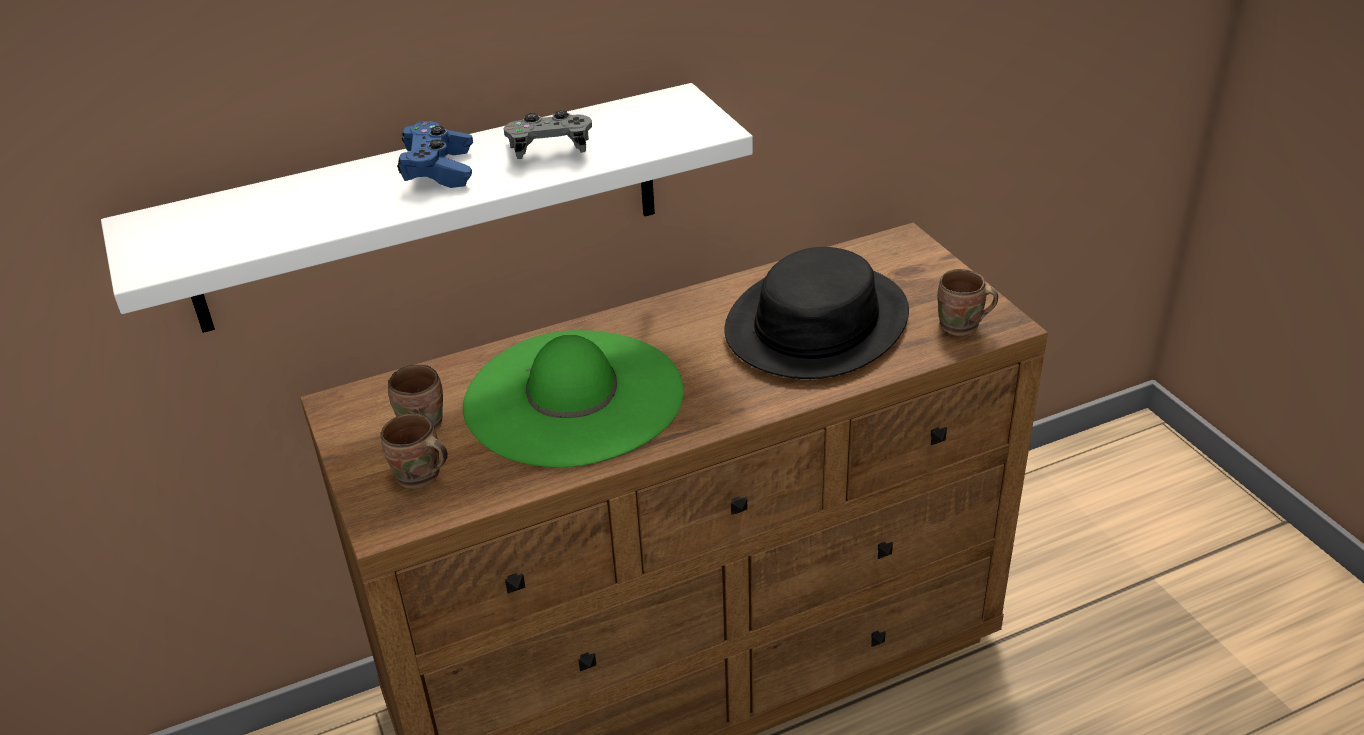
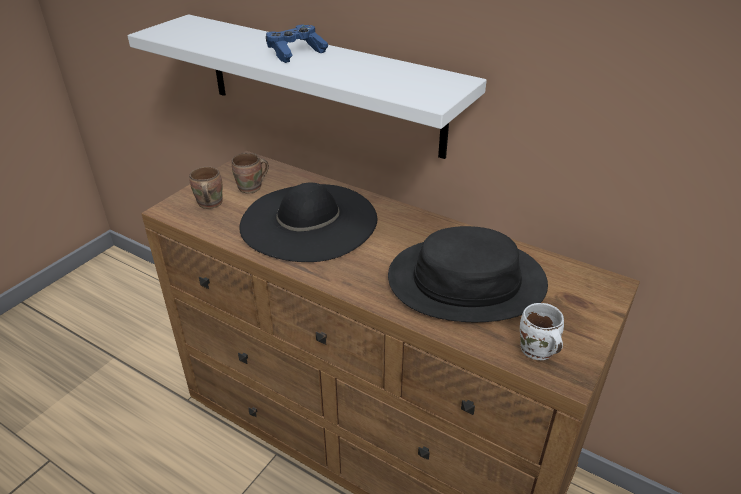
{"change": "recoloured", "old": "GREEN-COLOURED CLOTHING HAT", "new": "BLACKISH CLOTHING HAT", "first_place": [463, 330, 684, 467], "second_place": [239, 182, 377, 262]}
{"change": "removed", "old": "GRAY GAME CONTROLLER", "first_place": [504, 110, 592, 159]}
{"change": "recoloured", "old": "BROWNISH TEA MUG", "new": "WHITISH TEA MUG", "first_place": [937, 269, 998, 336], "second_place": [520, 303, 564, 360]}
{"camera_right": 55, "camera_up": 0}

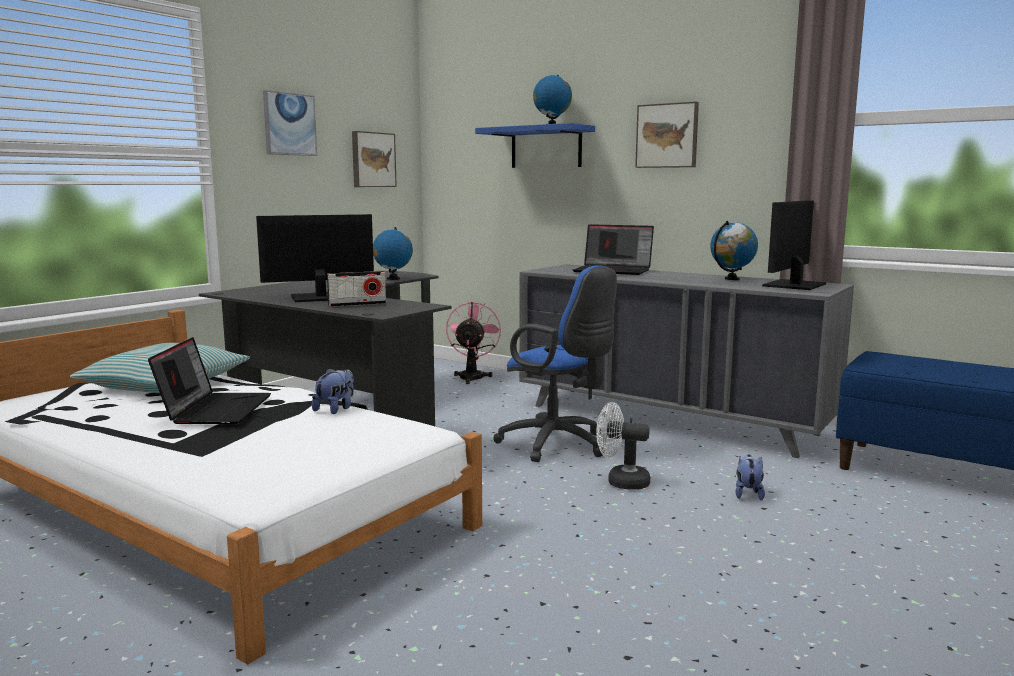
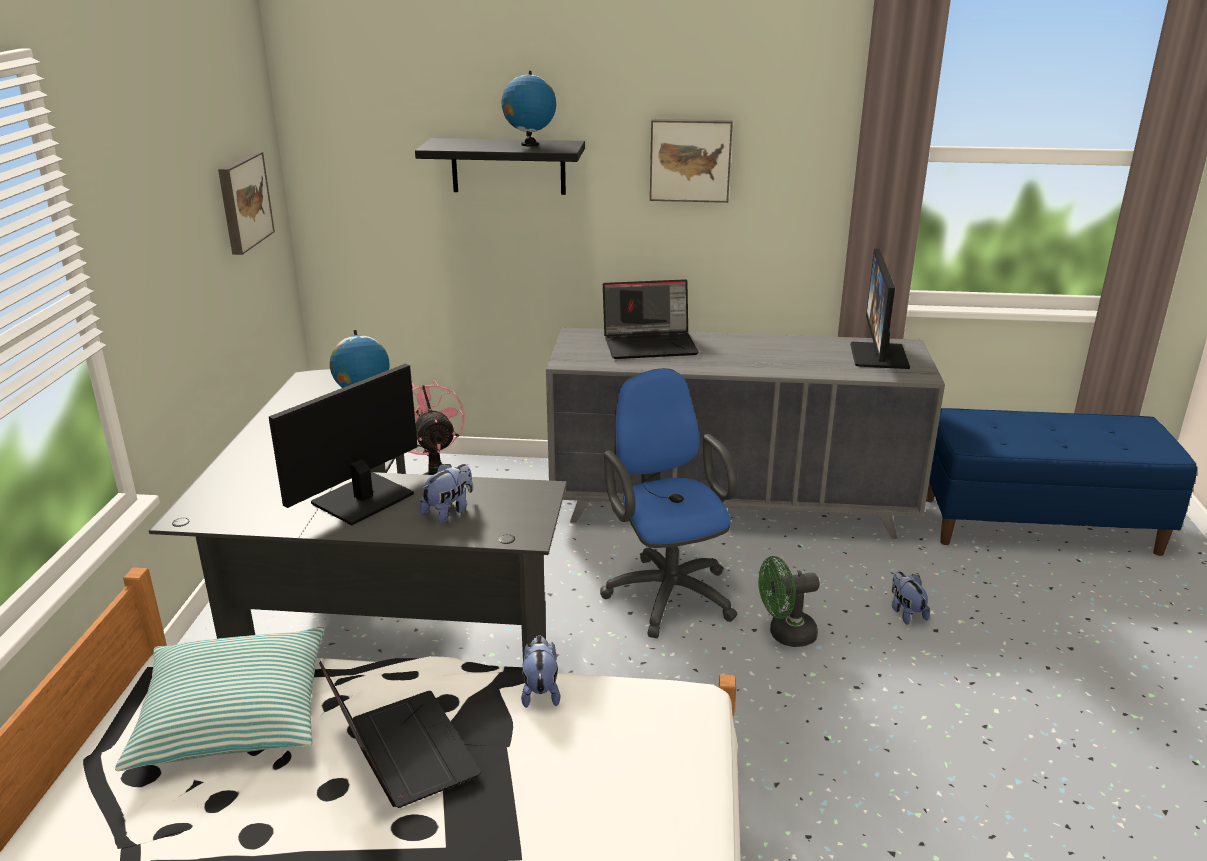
{"change": "removed", "old": "WALL ART", "first_place": [263, 90, 317, 156]}
{"change": "replaced", "old": "RADIO SET", "new": "PLUSH TOY", "first_place": [327, 271, 386, 307], "second_place": [420, 464, 473, 523]}
{"change": "recoloured", "old": "BLUISH SHELF", "new": "BLACKISH SHELF", "first_place": [475, 123, 595, 168], "second_place": [415, 138, 585, 195]}
{"change": "turned", "old": "BLUISH DESK CHAIR", "first_place": [493, 265, 617, 462], "second_place": [600, 368, 737, 638], "degrees": -120}
{"change": "recoloured", "old": "WHITISH COOLING FAN", "new": "GREEN-COLOURED COOLING FAN", "first_place": [596, 402, 650, 490], "second_place": [758, 556, 820, 647]}
{"change": "removed", "old": "DESK GLOBE", "first_place": [710, 221, 758, 280]}
{"camera_right": -30, "camera_up": 15}

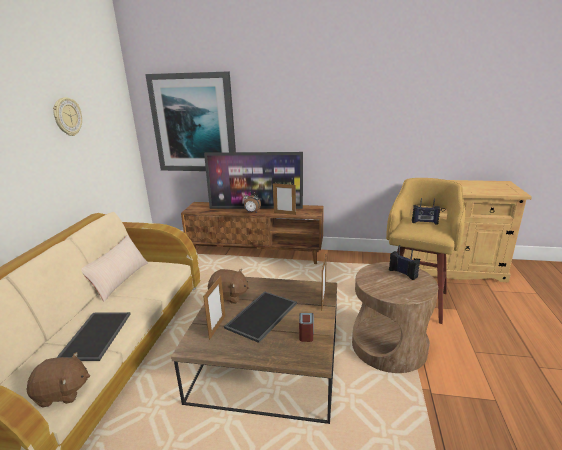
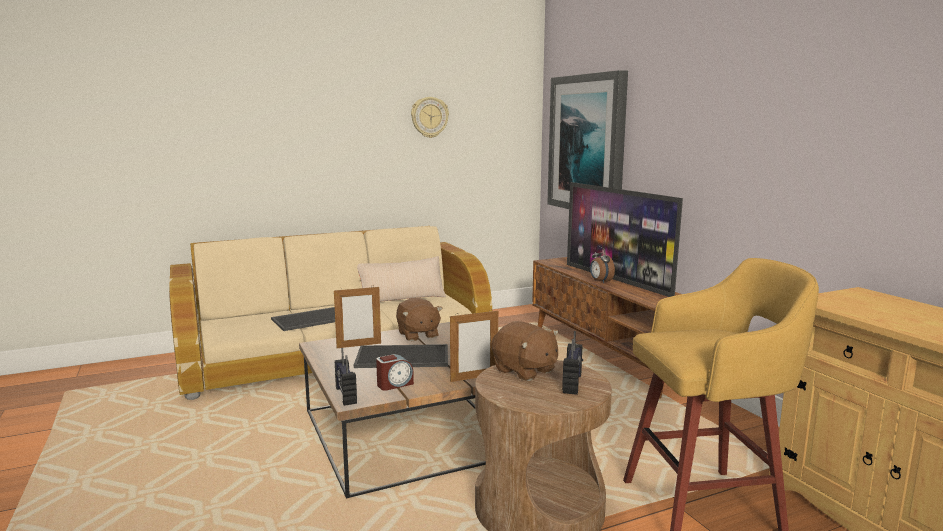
{"change": "moved", "old": "BROWNISH PLUSH TOY", "first_place": [27, 352, 90, 407], "second_place": [492, 321, 558, 381]}
{"change": "removed", "old": "PICTURE FRAME", "first_place": [273, 183, 296, 215]}
{"change": "moved", "old": "RADIO SET", "first_place": [412, 198, 441, 225], "second_place": [335, 348, 357, 406]}
{"camera_right": 55, "camera_up": -10}

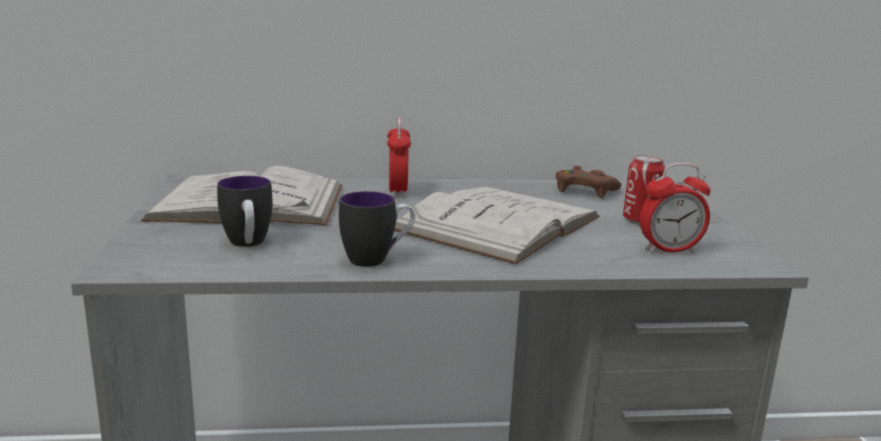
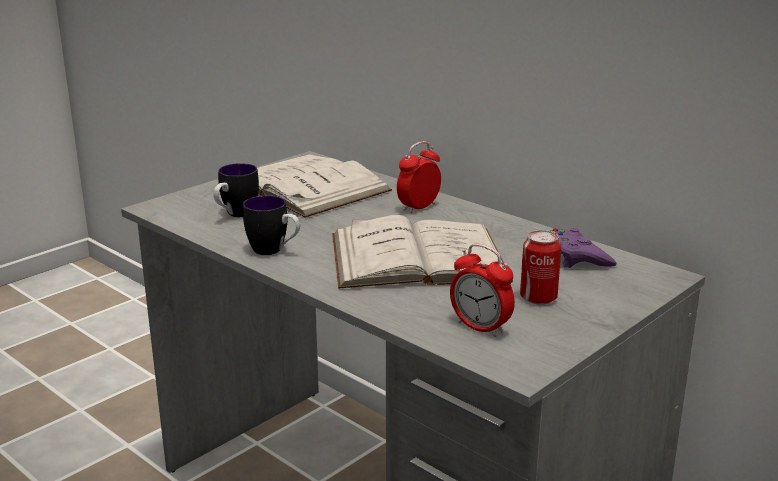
{"change": "recoloured", "old": "BROWNISH GAME CONTROLLER", "new": "PURPLE-COLOURED GAME CONTROLLER", "first_place": [556, 166, 622, 198], "second_place": [550, 228, 616, 268]}
{"camera_right": 50, "camera_up": 5}

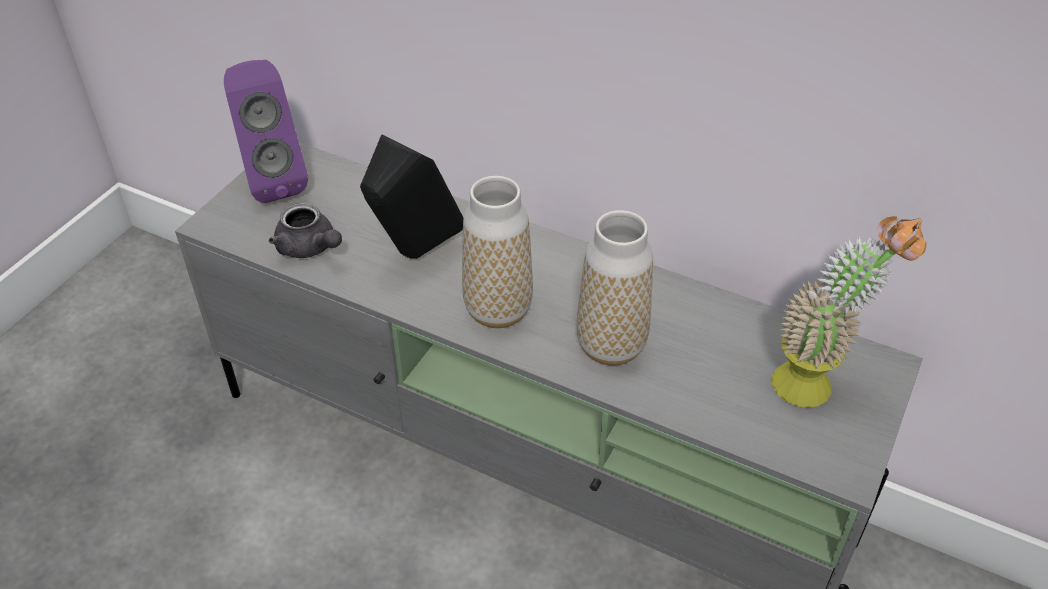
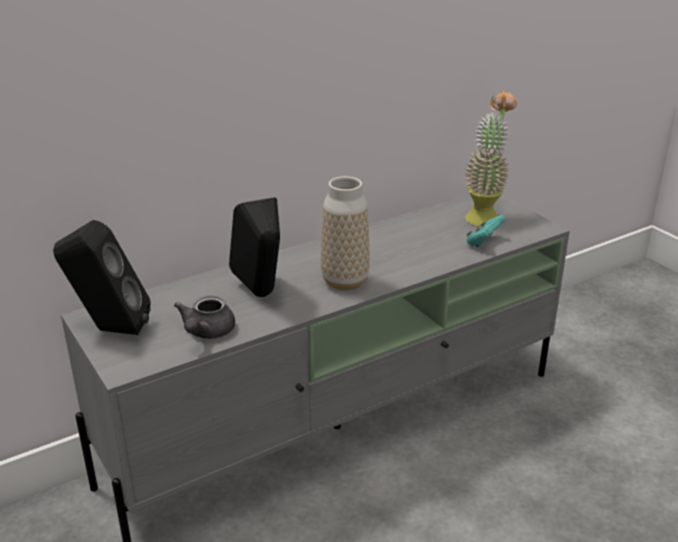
{"change": "recoloured", "old": "PURPLE-COLOURED SPEAKER", "new": "BLACKISH SPEAKER", "first_place": [224, 60, 308, 203], "second_place": [53, 220, 151, 335]}
{"change": "turned", "old": "GRAY TEAPOT", "first_place": [269, 203, 342, 258], "second_place": [174, 296, 235, 339], "degrees": 120}
{"change": "removed", "old": "VASE", "first_place": [577, 210, 653, 366]}
{"change": "added", "new": "BLUE-GREEN GAME CONTROLLER", "second_place": [467, 215, 506, 247]}
{"camera_right": -60, "camera_up": -15}

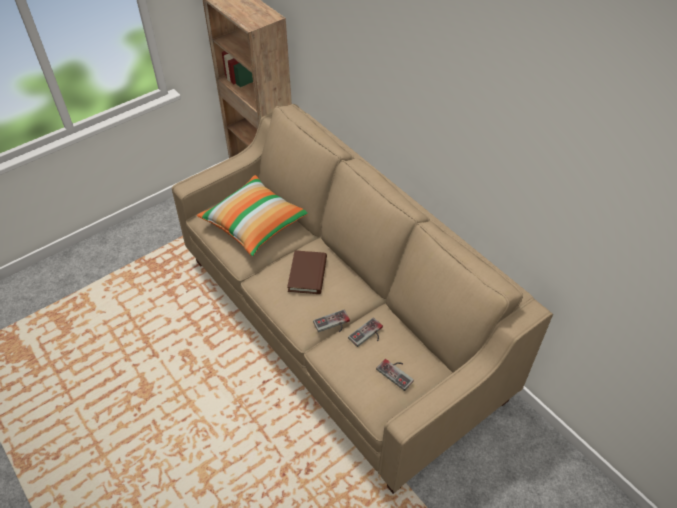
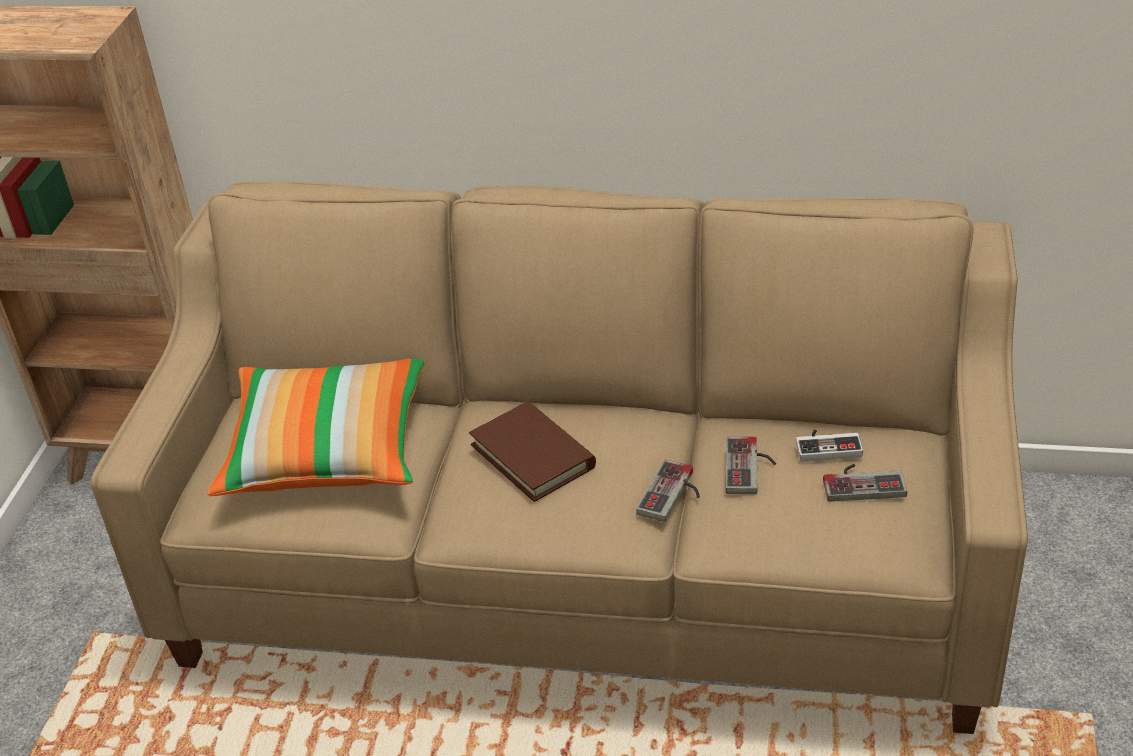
{"change": "added", "new": "GAME CONTROLLER", "second_place": [796, 429, 863, 462]}
{"camera_right": -40, "camera_up": -10}

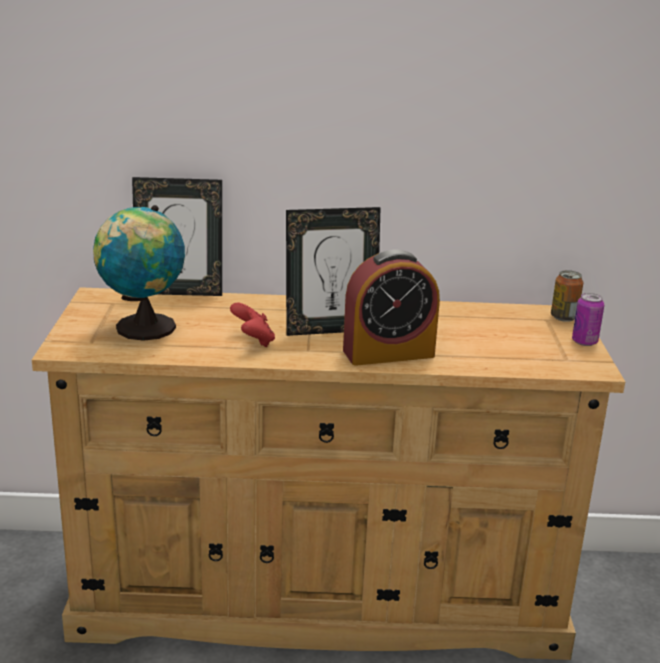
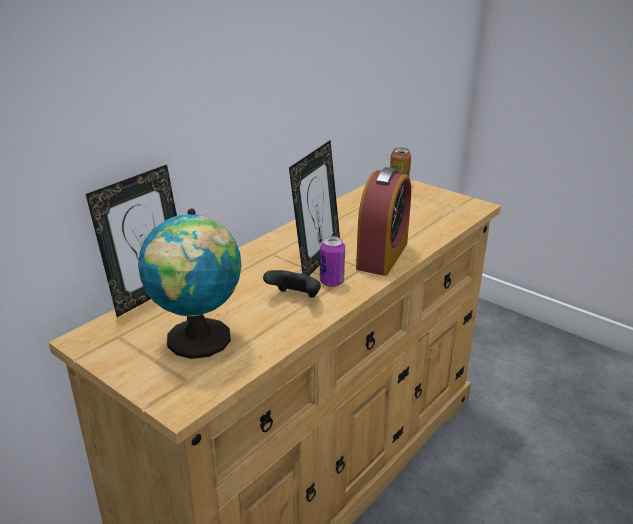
{"change": "recoloured", "old": "RED-COLOURED GAME CONTROLLER", "new": "BLACKISH GAME CONTROLLER", "first_place": [230, 303, 275, 347], "second_place": [263, 270, 321, 298]}
{"change": "moved", "old": "SEALED CAN", "first_place": [572, 293, 604, 346], "second_place": [320, 236, 345, 287]}
{"camera_right": -50, "camera_up": 5}

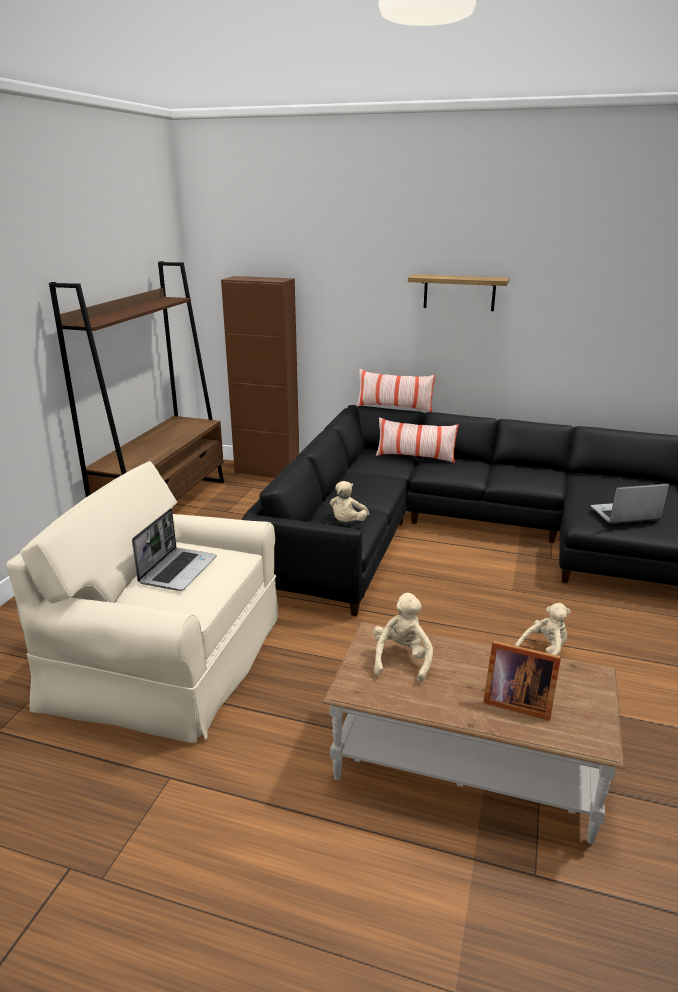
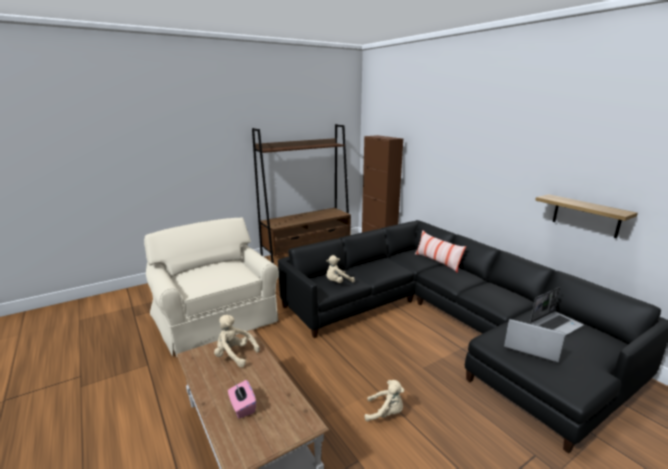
{"change": "moved", "old": "PORTABLE COMPUTER", "first_place": [132, 508, 217, 591], "second_place": [530, 287, 584, 336]}
{"change": "removed", "old": "THROW PILLOW", "first_place": [356, 369, 436, 412]}
{"change": "turned", "old": "BEIGE PLUSH TOY", "first_place": [373, 593, 433, 683], "second_place": [214, 315, 260, 367], "degrees": -120}
{"change": "moved", "old": "SHELF", "first_place": [408, 274, 510, 311], "second_place": [535, 194, 638, 238]}
{"change": "replaced", "old": "PICTURE FRAME", "new": "PINK TISSUE HOLDER", "first_place": [483, 641, 561, 721], "second_place": [228, 380, 256, 419]}
{"camera_right": 40, "camera_up": -5}

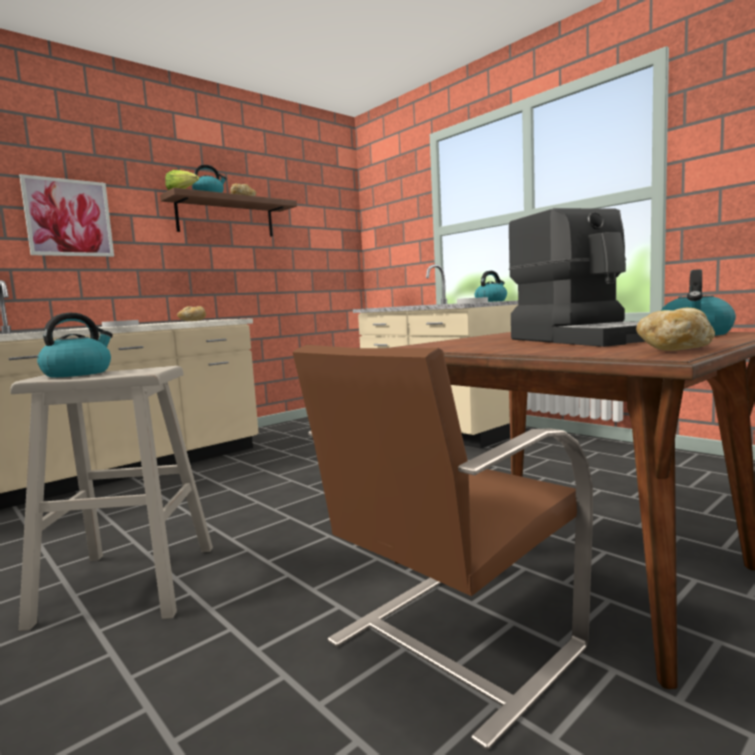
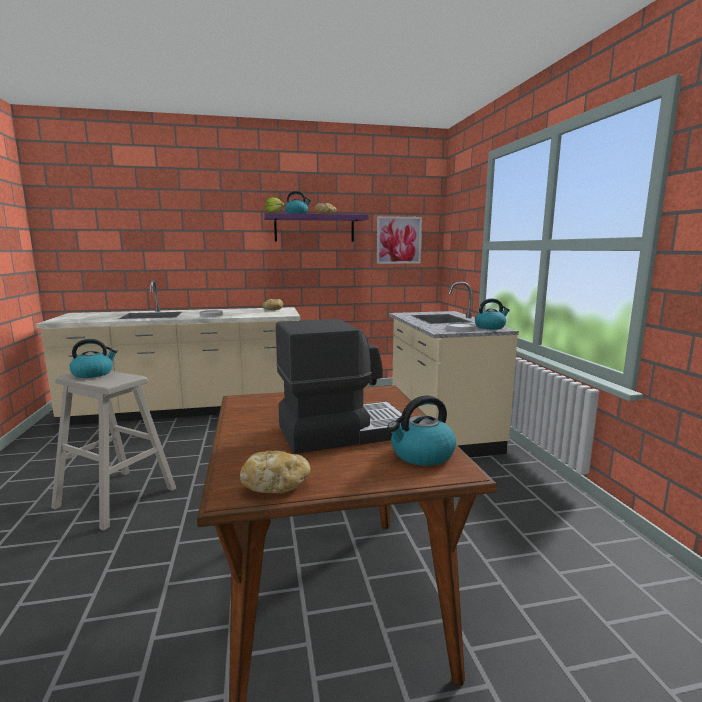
{"change": "moved", "old": "WALL ART", "first_place": [19, 174, 114, 257], "second_place": [377, 216, 422, 264]}
{"change": "recoloured", "old": "BROWNISH SHELF", "new": "PURPLE-COLOURED SHELF", "first_place": [160, 188, 297, 237], "second_place": [264, 213, 369, 242]}
{"change": "removed", "old": "BROWNISH PLAIN CHAIR", "first_place": [292, 345, 593, 750]}
{"change": "turned", "old": "COFFEE MAKER", "first_place": [509, 208, 645, 347], "second_place": [276, 319, 402, 454], "degrees": -120}
{"camera_right": 30, "camera_up": 5}

